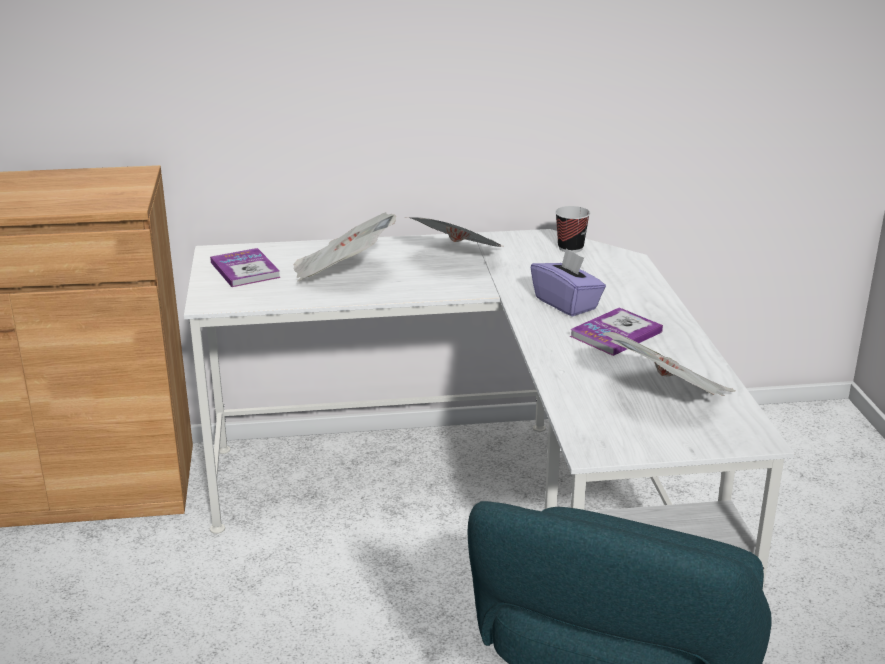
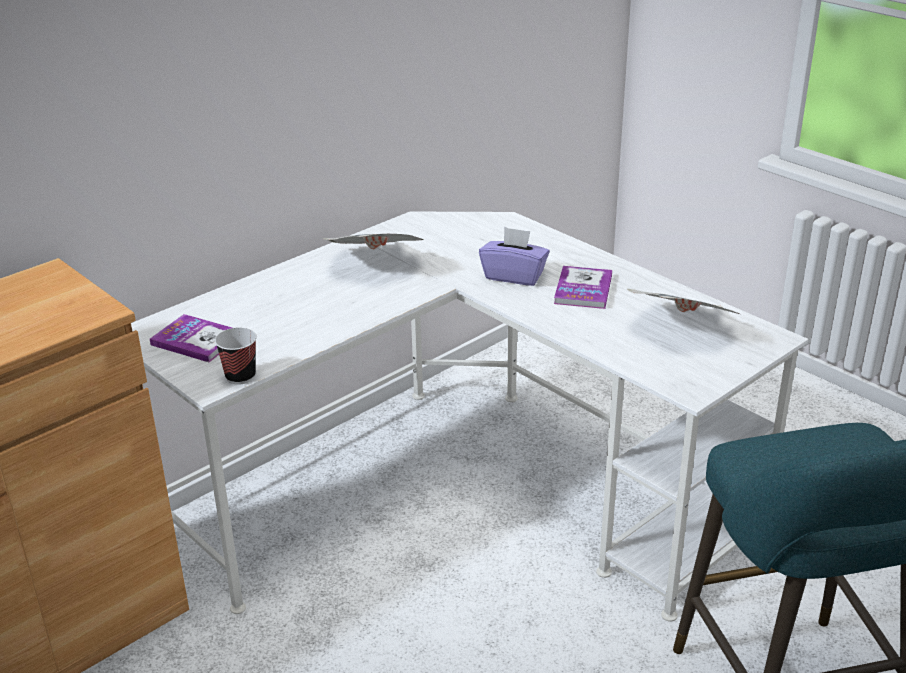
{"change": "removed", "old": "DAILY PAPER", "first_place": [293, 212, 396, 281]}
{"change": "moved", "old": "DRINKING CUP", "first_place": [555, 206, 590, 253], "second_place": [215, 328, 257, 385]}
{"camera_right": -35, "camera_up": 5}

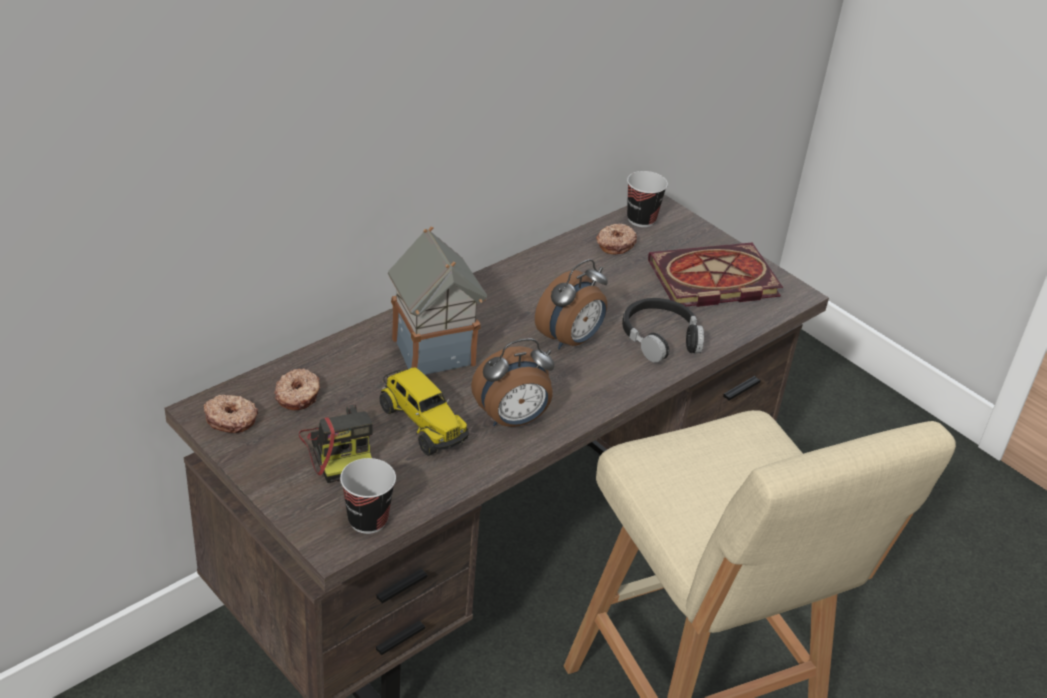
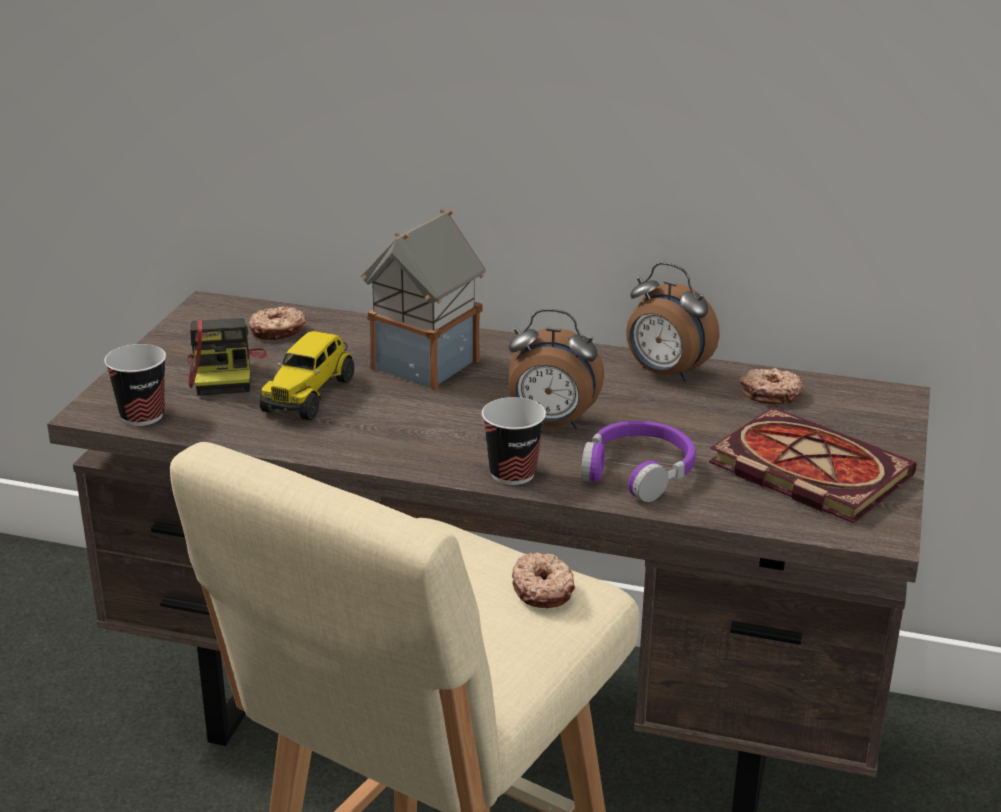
{"change": "moved", "old": "DOUGHNUT", "first_place": [204, 395, 258, 433], "second_place": [512, 552, 575, 608]}
{"change": "turned", "old": "STILL CAMERA", "first_place": [299, 404, 373, 483], "second_place": [187, 318, 267, 395], "degrees": -45}
{"change": "moved", "old": "TABLE CLOCK", "first_place": [471, 338, 555, 427], "second_place": [626, 262, 720, 382]}
{"change": "recoloured", "old": "BLACKISH HEADPHONES", "new": "PURPLE-COLOURED HEADPHONES", "first_place": [622, 298, 704, 363], "second_place": [581, 421, 696, 502]}
{"change": "moved", "old": "DRINKING CUP", "first_place": [627, 171, 668, 227], "second_place": [482, 397, 546, 485]}
{"camera_right": 60, "camera_up": -10}

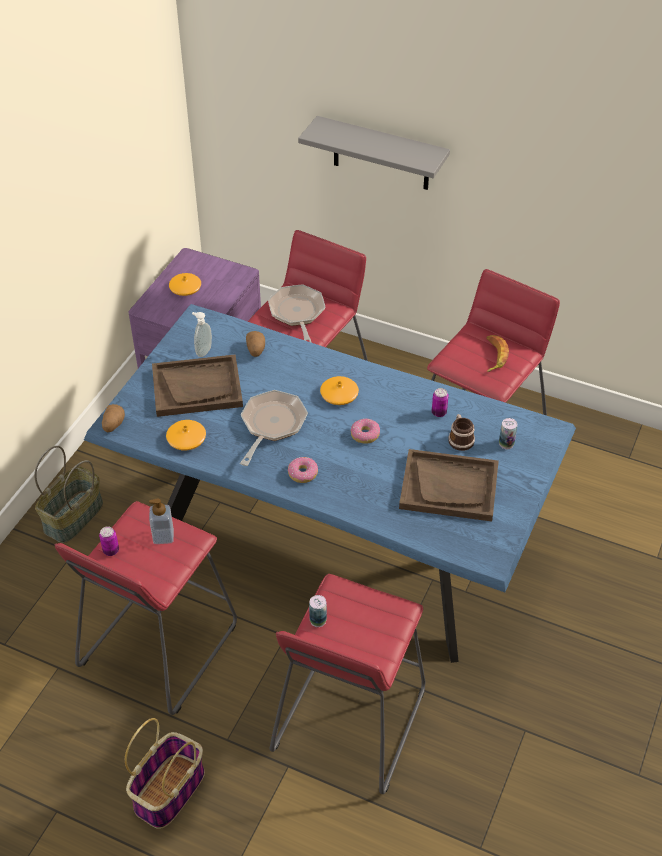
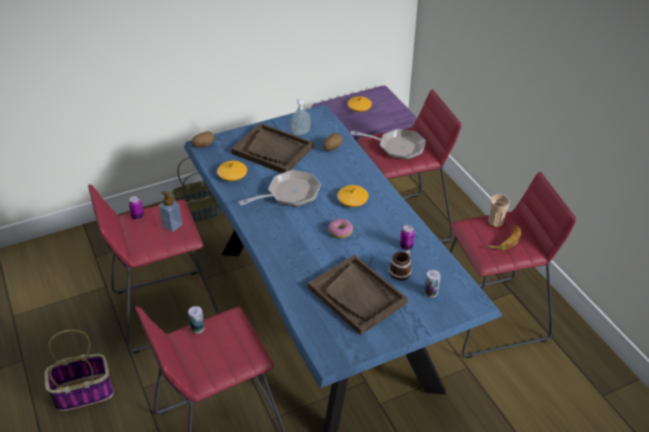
{"change": "turned", "old": "PAN", "first_place": [268, 284, 325, 343], "second_place": [350, 129, 426, 160], "degrees": 75}
{"change": "removed", "old": "DOUGHNUT", "first_place": [288, 457, 318, 483]}
{"change": "removed", "old": "GRAY SHELF", "first_place": [298, 116, 450, 190]}
{"change": "added", "new": "DRINKING CUP", "second_place": [488, 194, 510, 227]}
{"camera_right": 40, "camera_up": -5}

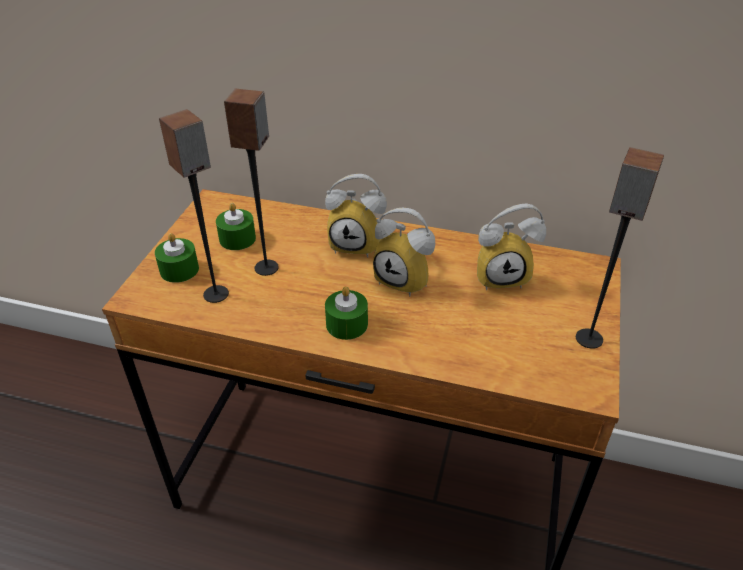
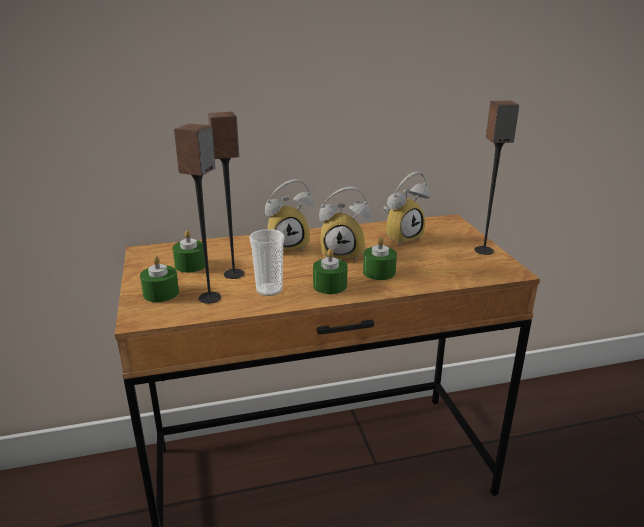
{"change": "added", "new": "DRINKING CUP", "second_place": [249, 229, 284, 296]}
{"change": "added", "new": "GREEN-COLOURED CANDLE", "second_place": [363, 237, 397, 280]}
{"camera_right": -30, "camera_up": -15}

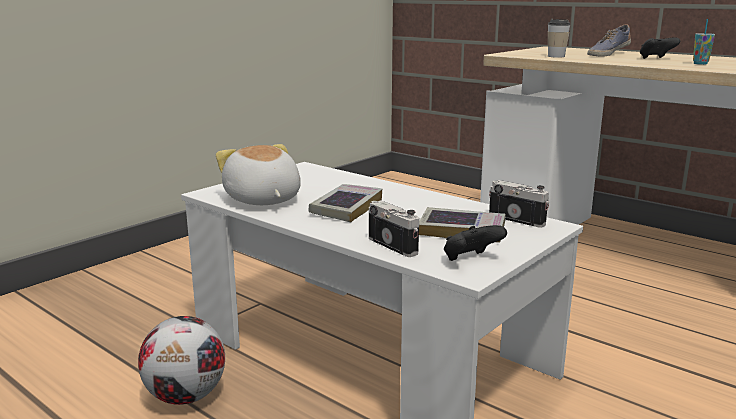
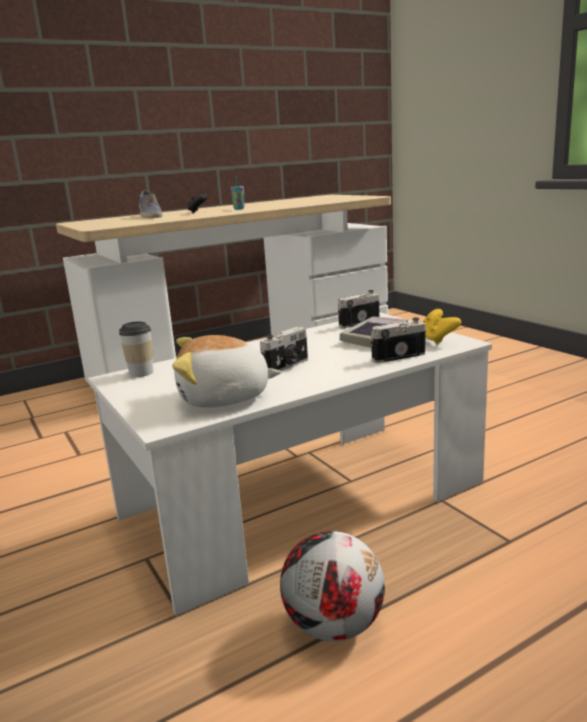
{"change": "replaced", "old": "BOOK", "new": "STILL CAMERA", "first_place": [309, 184, 382, 222], "second_place": [260, 327, 308, 371]}
{"change": "recoloured", "old": "BLACKISH GAME CONTROLLER", "new": "YELLOW GAME CONTROLLER", "first_place": [444, 225, 507, 261], "second_place": [423, 309, 461, 345]}
{"change": "moved", "old": "DRINKING CUP", "first_place": [548, 19, 570, 58], "second_place": [119, 321, 153, 377]}
{"camera_right": -70, "camera_up": 0}

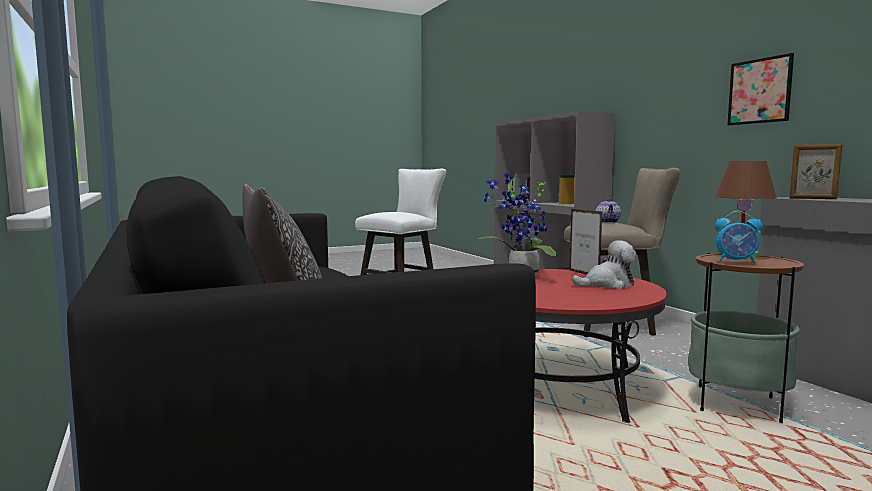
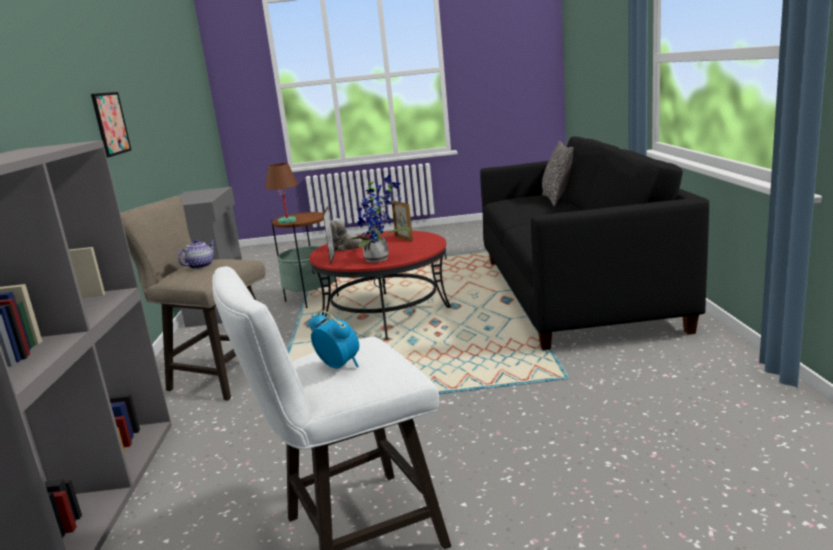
{"change": "moved", "old": "TABLE CLOCK", "first_place": [715, 211, 763, 263], "second_place": [309, 311, 359, 369]}
{"change": "moved", "old": "PICTURE FRAME", "first_place": [789, 144, 843, 199], "second_place": [392, 201, 413, 241]}
{"camera_right": -155, "camera_up": 10}

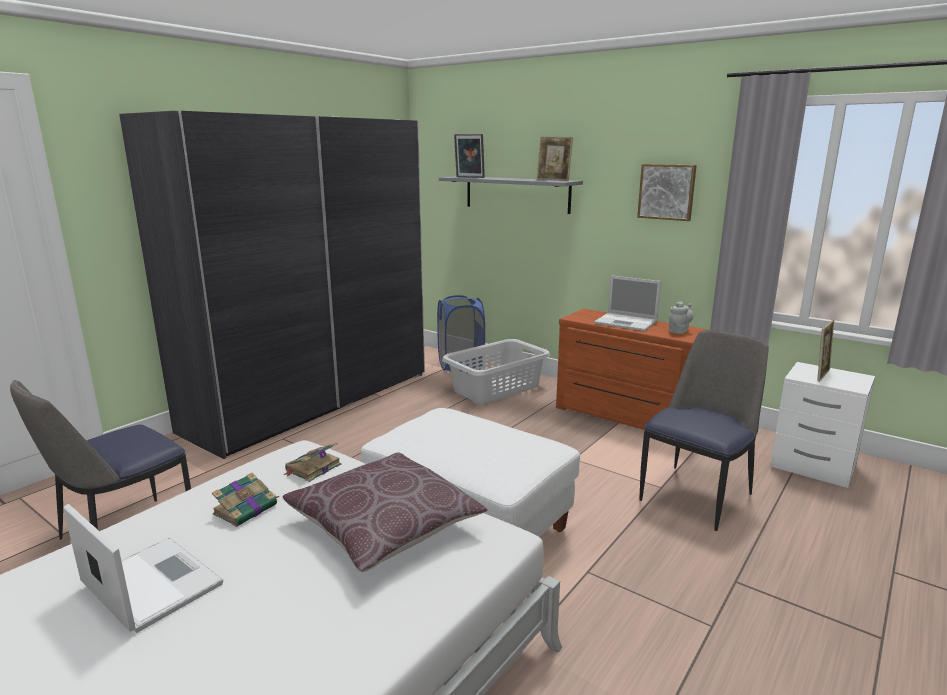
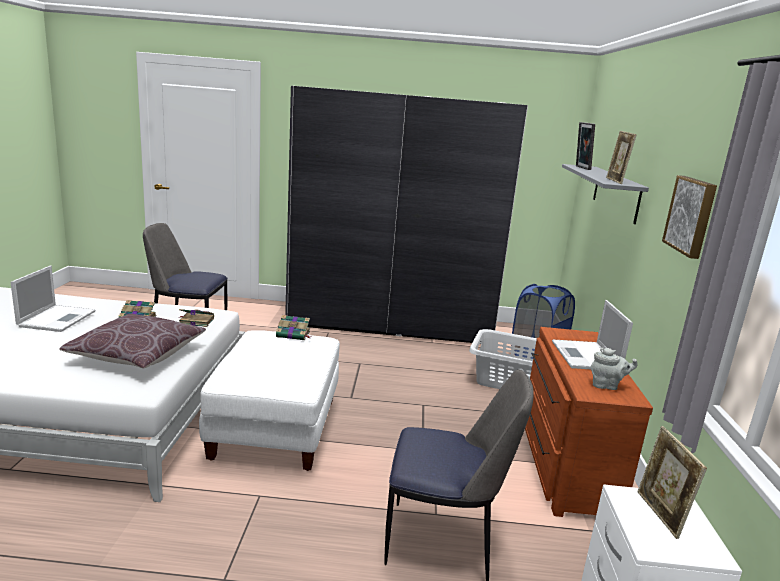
{"change": "turned", "old": "PICTURE FRAME", "first_place": [818, 320, 834, 382], "second_place": [638, 426, 707, 539], "degrees": 75}
{"change": "added", "new": "BOOK", "second_place": [276, 315, 311, 340]}
{"camera_right": 55, "camera_up": 0}

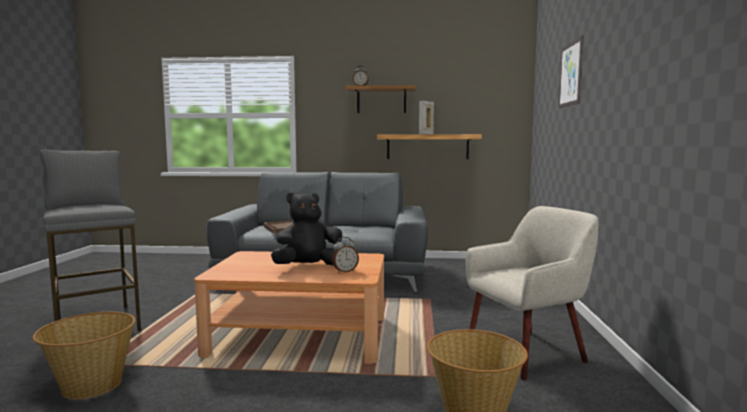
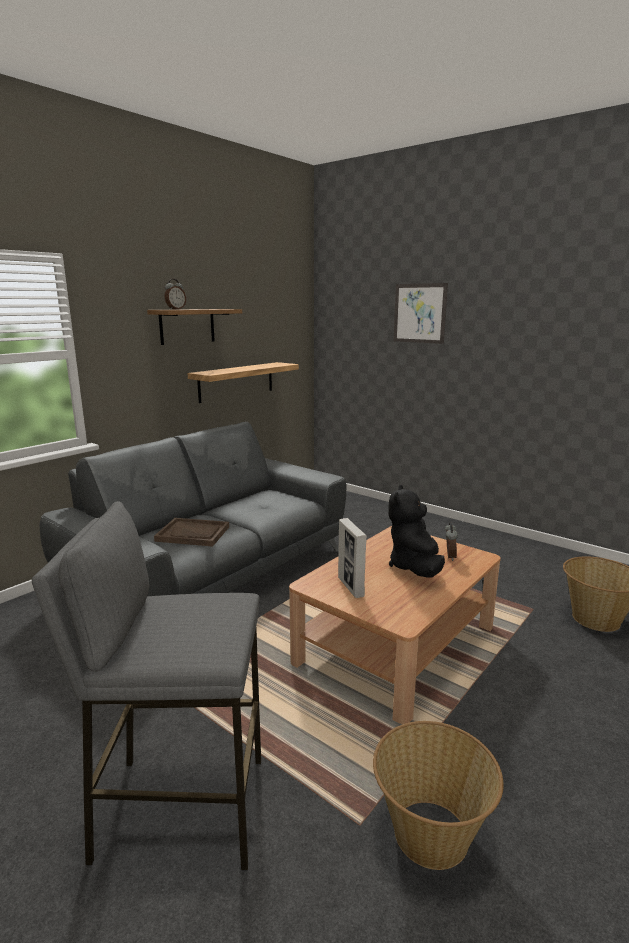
{"change": "moved", "old": "PICTURE FRAME", "first_place": [419, 100, 434, 134], "second_place": [338, 518, 367, 598]}
{"change": "removed", "old": "BEIGE EASY CHAIR", "first_place": [466, 206, 599, 380]}
{"camera_right": -55, "camera_up": 10}

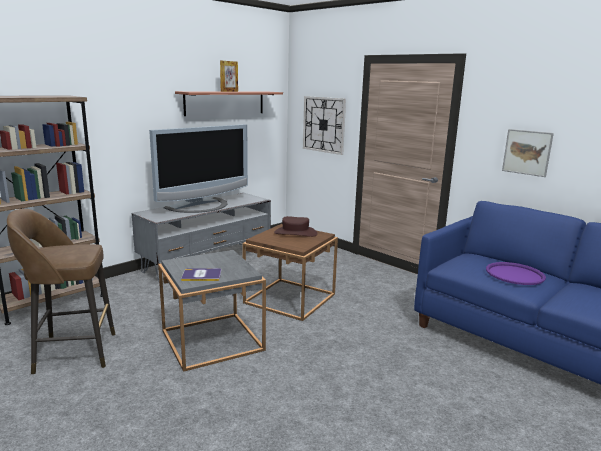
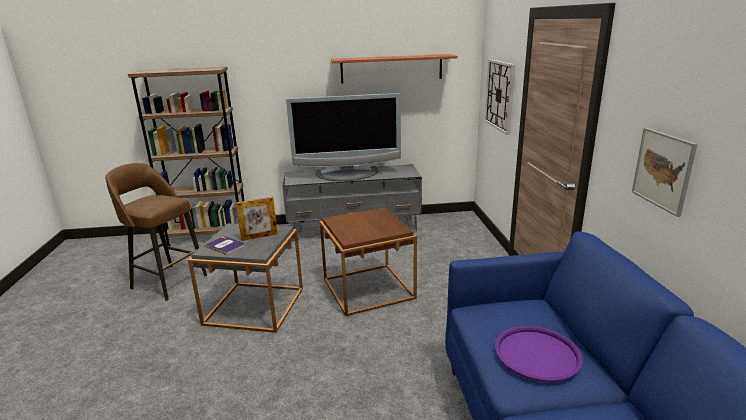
{"change": "moved", "old": "PICTURE FRAME", "first_place": [220, 61, 238, 92], "second_place": [236, 197, 278, 241]}
{"change": "removed", "old": "BROWNISH CLOTHING HAT", "first_place": [274, 216, 317, 237]}
{"camera_right": 40, "camera_up": 5}

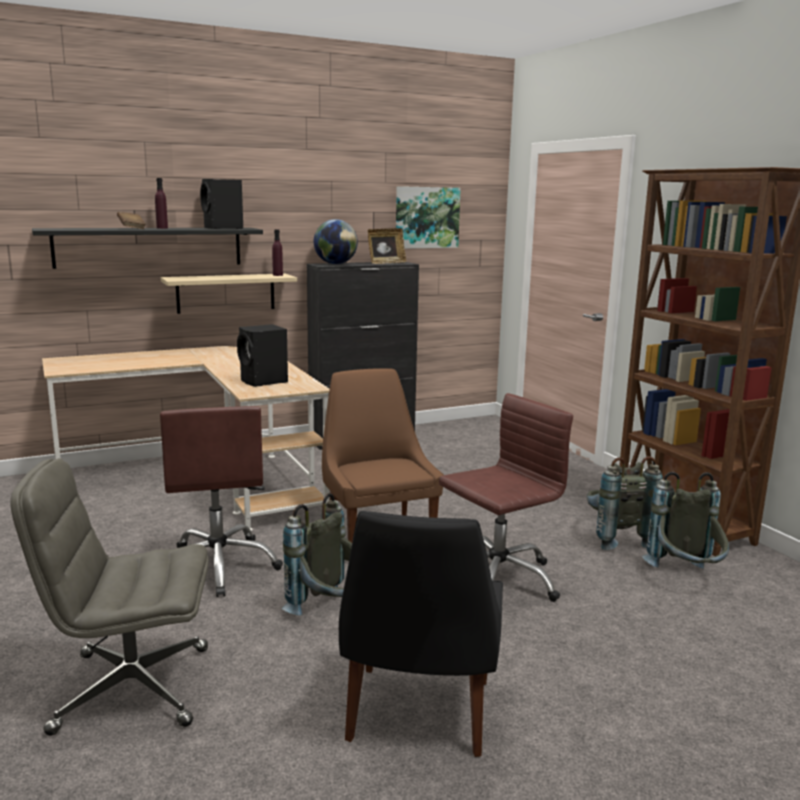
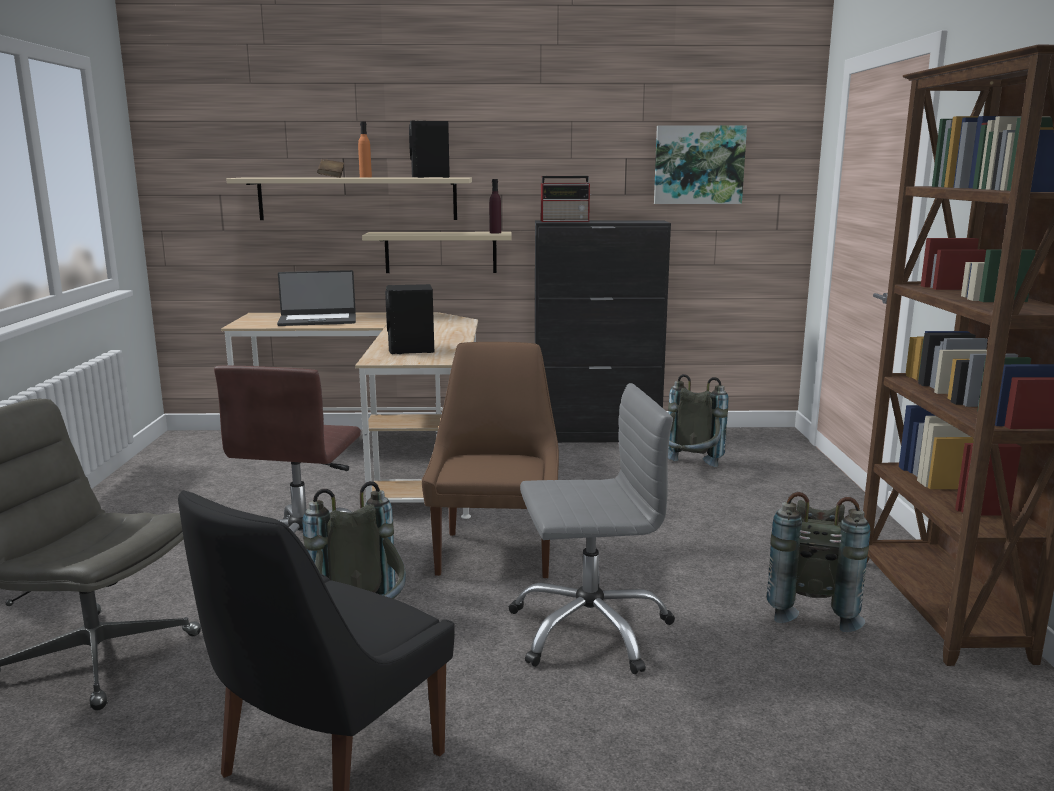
{"change": "recoloured", "old": "BLACKISH SHELF", "new": "BEIGE SHELF", "first_place": [32, 228, 263, 269], "second_place": [226, 178, 472, 220]}
{"change": "recoloured", "old": "PURPLE-COLOURED BOTTLE", "new": "ORANGEY BOTTLE", "first_place": [155, 178, 168, 229], "second_place": [358, 122, 372, 178]}
{"change": "replaced", "old": "DESK GLOBE", "new": "RADIO SET", "first_place": [314, 219, 358, 264], "second_place": [541, 176, 591, 222]}
{"change": "removed", "old": "PICTURE FRAME", "first_place": [368, 228, 407, 264]}
{"change": "recoloured", "old": "BROWNISH DESK CHAIR", "new": "GRAY DESK CHAIR", "first_place": [439, 393, 573, 602], "second_place": [508, 383, 675, 674]}
{"change": "moved", "old": "GRAY RUCKSACK", "first_place": [642, 472, 729, 569], "second_place": [668, 374, 729, 467]}
{"change": "added", "new": "PORTABLE COMPUTER", "second_place": [277, 270, 356, 326]}
{"camera_right": 25, "camera_up": 0}

